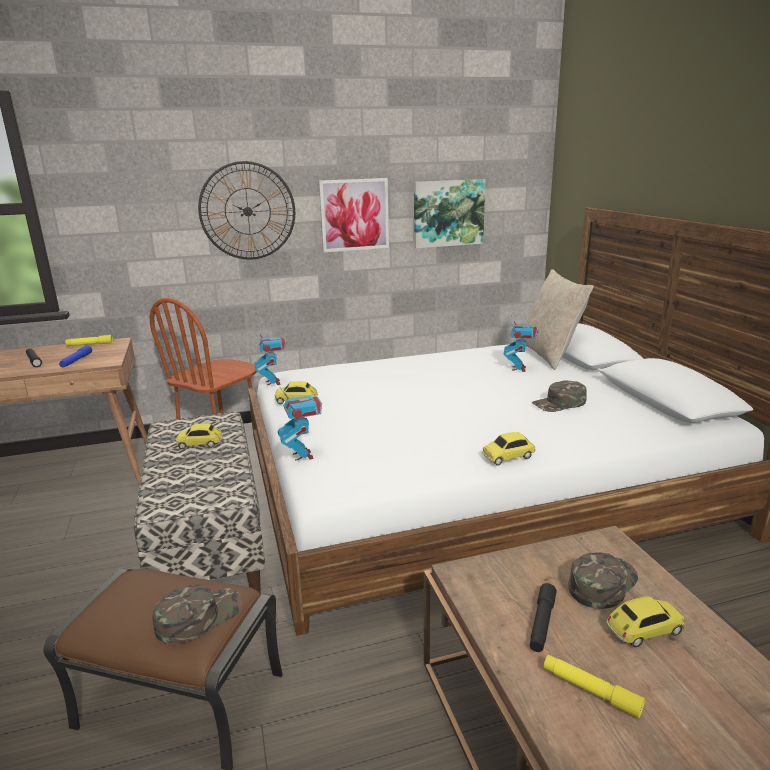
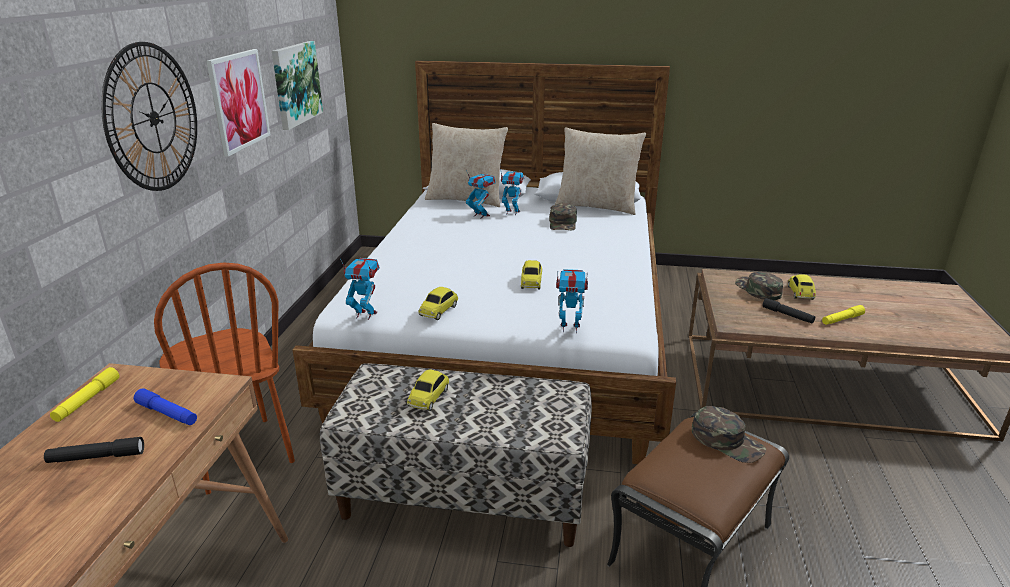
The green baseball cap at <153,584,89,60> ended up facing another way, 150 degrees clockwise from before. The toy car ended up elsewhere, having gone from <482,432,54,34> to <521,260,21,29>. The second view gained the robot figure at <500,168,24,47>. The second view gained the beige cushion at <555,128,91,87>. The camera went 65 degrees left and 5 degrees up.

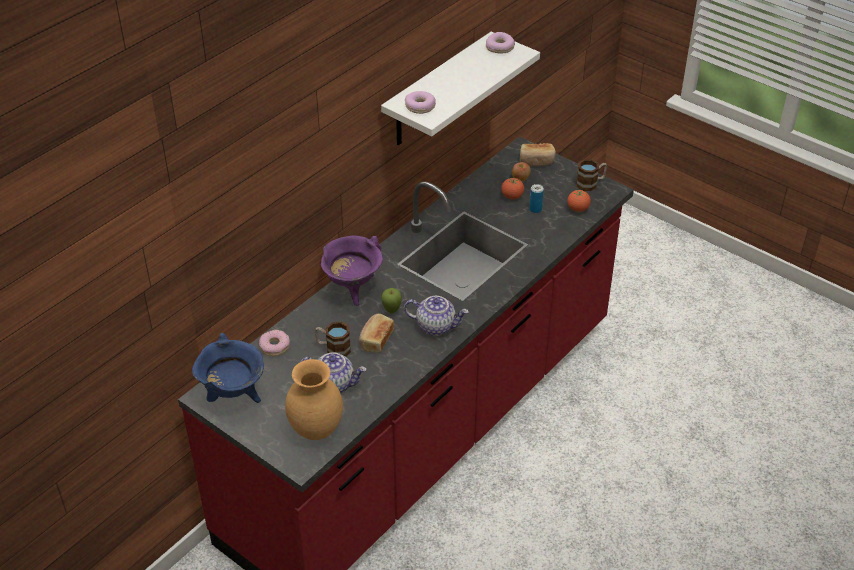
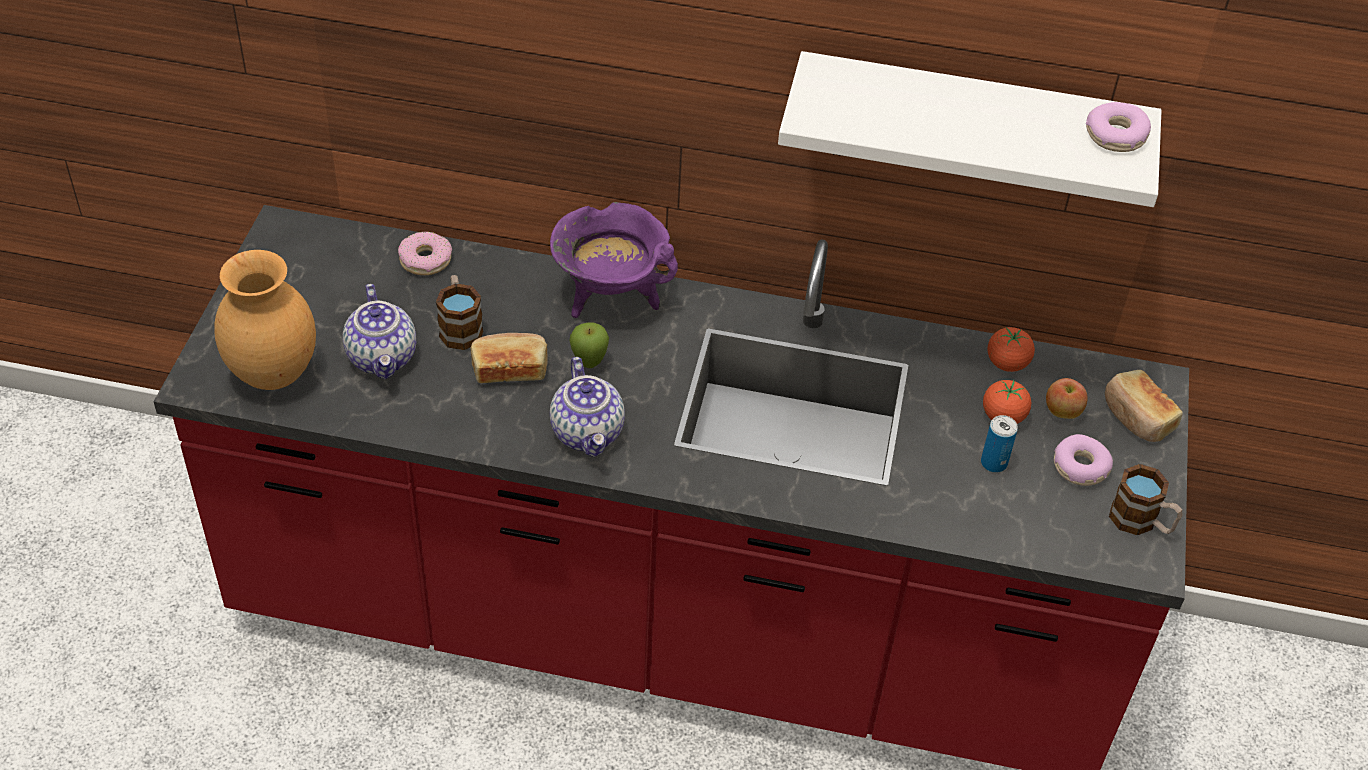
The second view lost the blue-coloured saucepot at <192,333,72,70>. The doughnut ended up elsewhere, having gone from <405,91,31,23> to <1054,434,59,52>. The tomato ended up elsewhere, having gone from <567,190,24,22> to <988,327,47,45>. The camera went 60 degrees right and 5 degrees up.

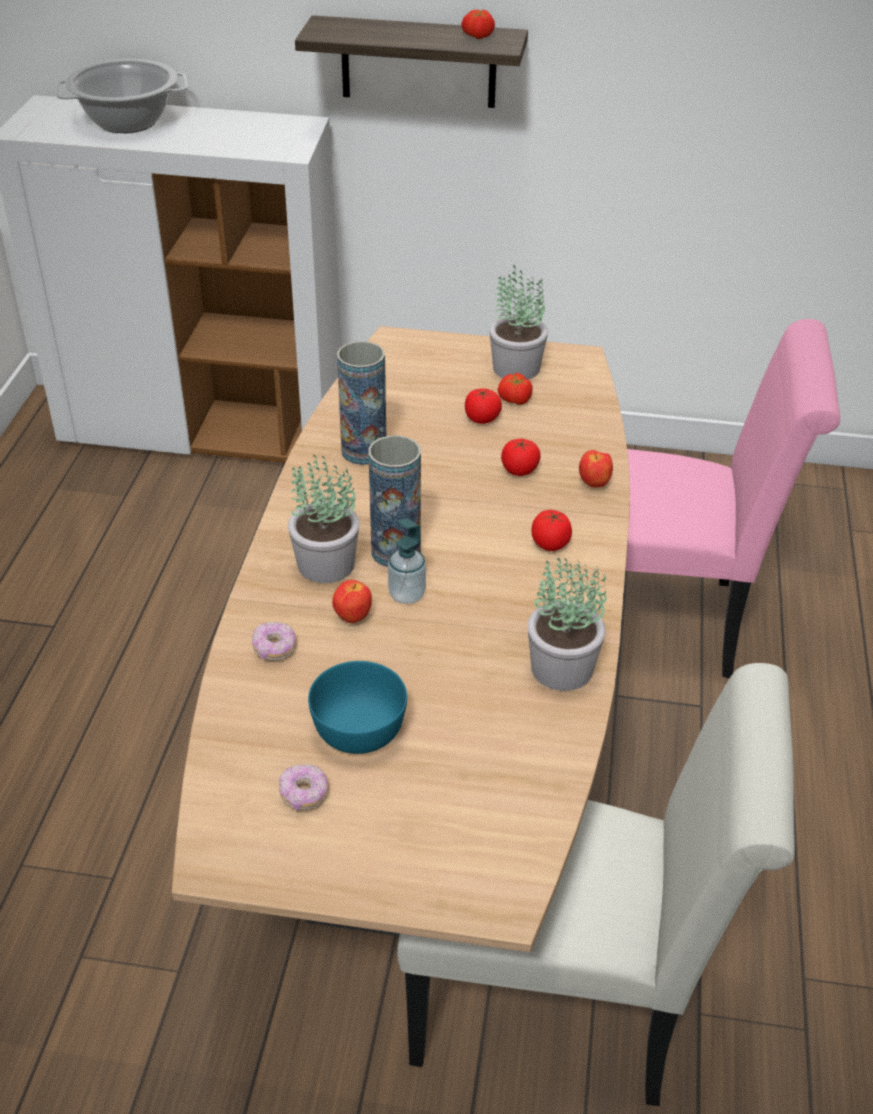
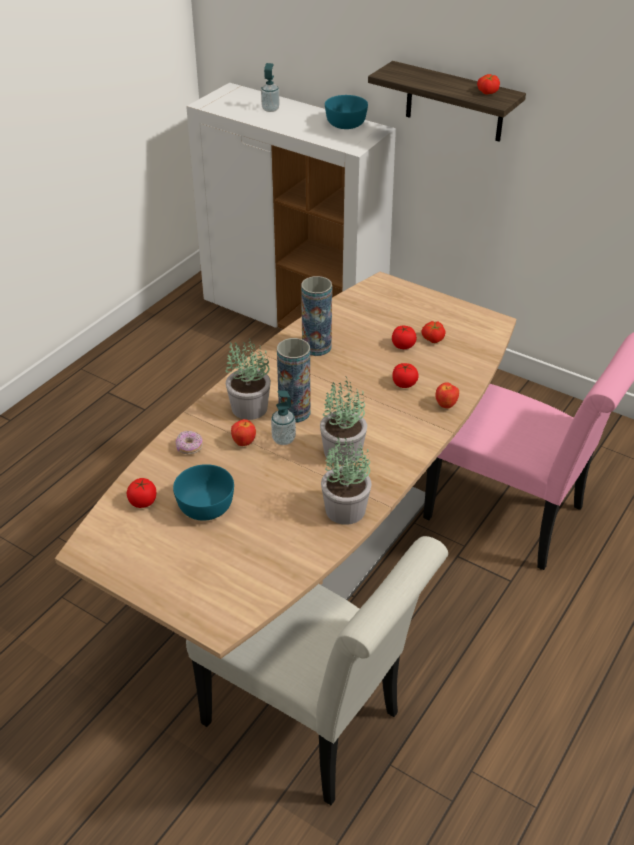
Where the saucepot stood at <56,59,132,74>, the liquid soap bottle came to stand at <261,63,19,49>. The second view lost the doughnut at <279,764,50,47>. The plant in a pot ended up elsewhere, having gone from <489,265,59,115> to <320,376,47,89>. The tomato ended up elsewhere, having gone from <532,510,40,41> to <127,478,29,30>. The second view gained the blue-green bowl at <325,95,43,34>. The camera went 25 degrees right and 0 degrees up.

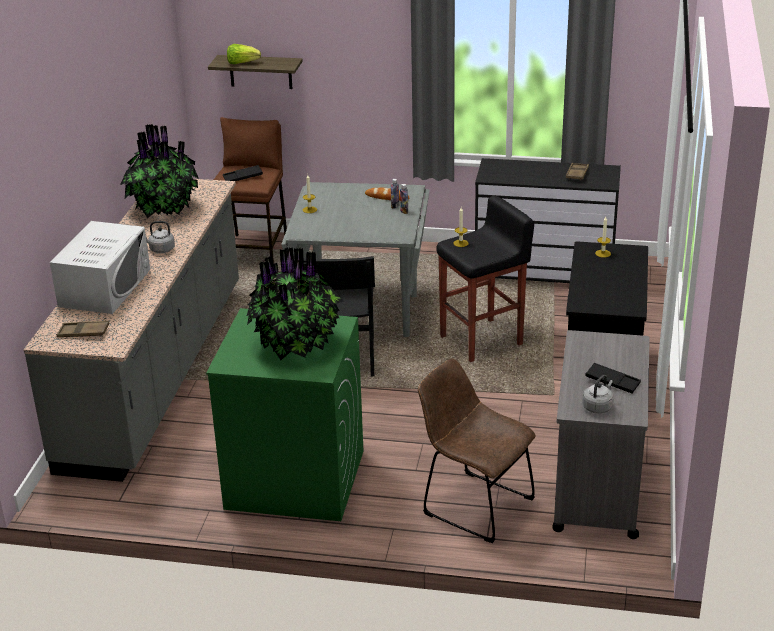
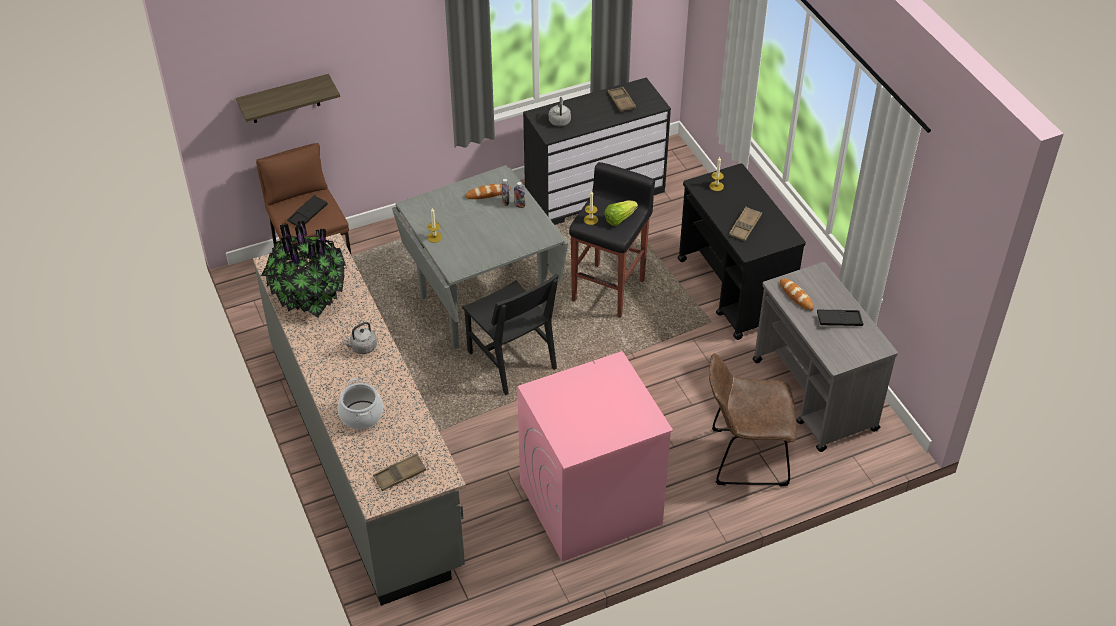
Where the white kitchen microwave stood at <50,221,100,93>, the saucepot came to stand at <338,378,45,52>. What was the green laundry appliance at <206,308,157,213> turned into the pink laundry appliance at <517,351,156,211>. The head of lettuce ended up elsewhere, having gone from <227,44,34,20> to <605,201,33,25>. The second view lost the plant in a pot at <247,247,97,113>. The greyish tea kettle ended up elsewhere, having gone from <582,375,31,39> to <549,97,22,29>. The second view gained the brownish tray at <729,207,33,35>. The second view gained the bread at <780,279,34,32>. The camera went 35 degrees left and 15 degrees up.

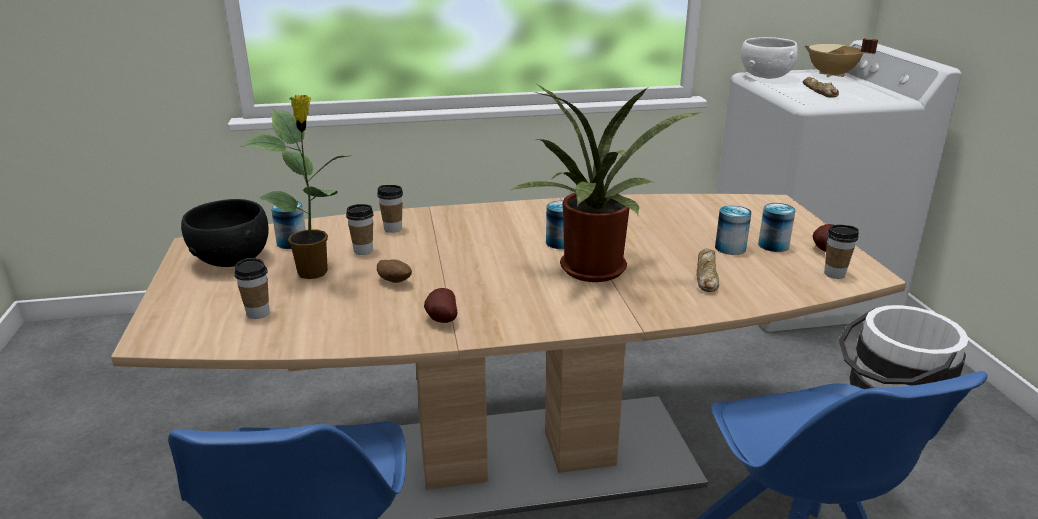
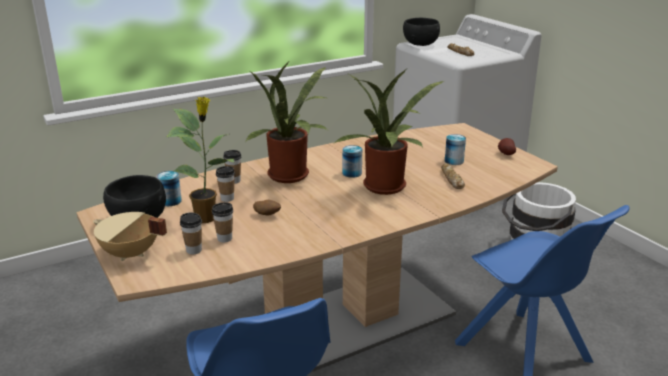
The second view lost the potato at <424,288,33,35>. What was the white bowl at <741,37,57,42> turned into the blackish bowl at <403,18,37,28>. The second view lost the can at <758,203,38,49>. The beige saucepot ended up elsewhere, having gone from <804,38,74,39> to <93,212,74,49>. The drinking cup ended up elsewhere, having gone from <824,225,35,54> to <212,202,21,41>. The second view gained the plant in a pot at <245,59,82,124>. The camera went 20 degrees left and 0 degrees up.

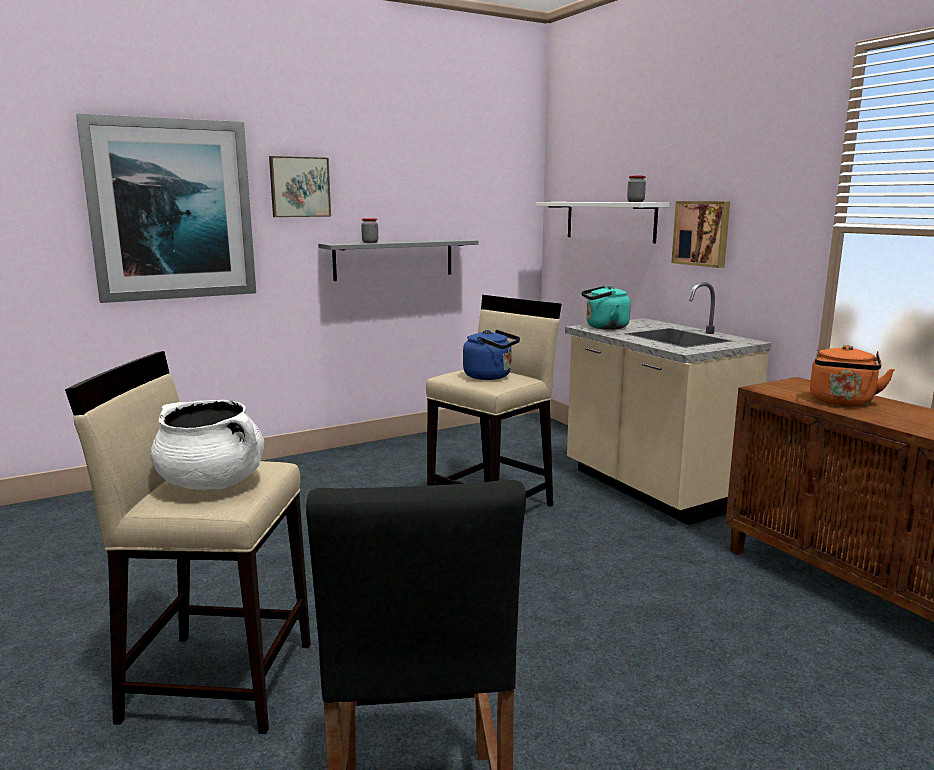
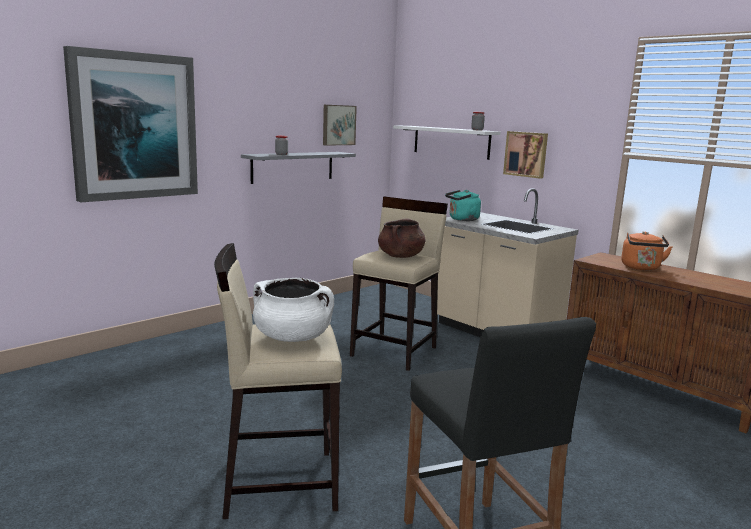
The picture ended up elsewhere, having gone from <269,156,62,61> to <323,105,34,41>. Where the blue-coloured tea kettle stood at <463,330,57,50>, the brownish saucepot came to stand at <378,219,47,39>. The camera went 15 degrees left and 0 degrees up.

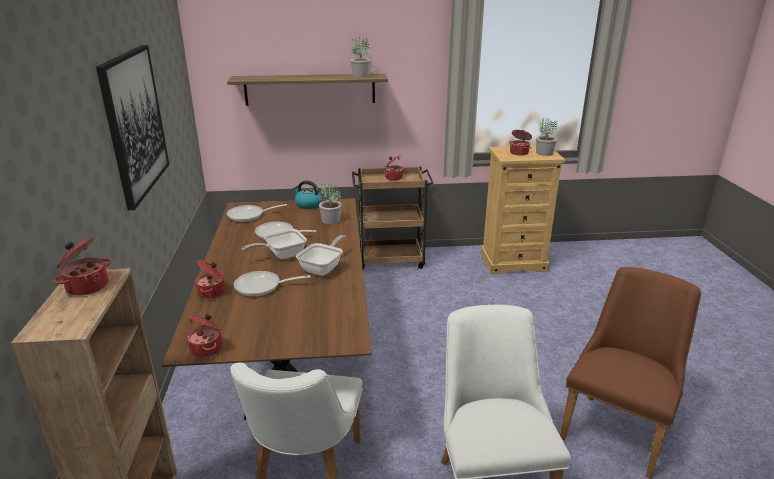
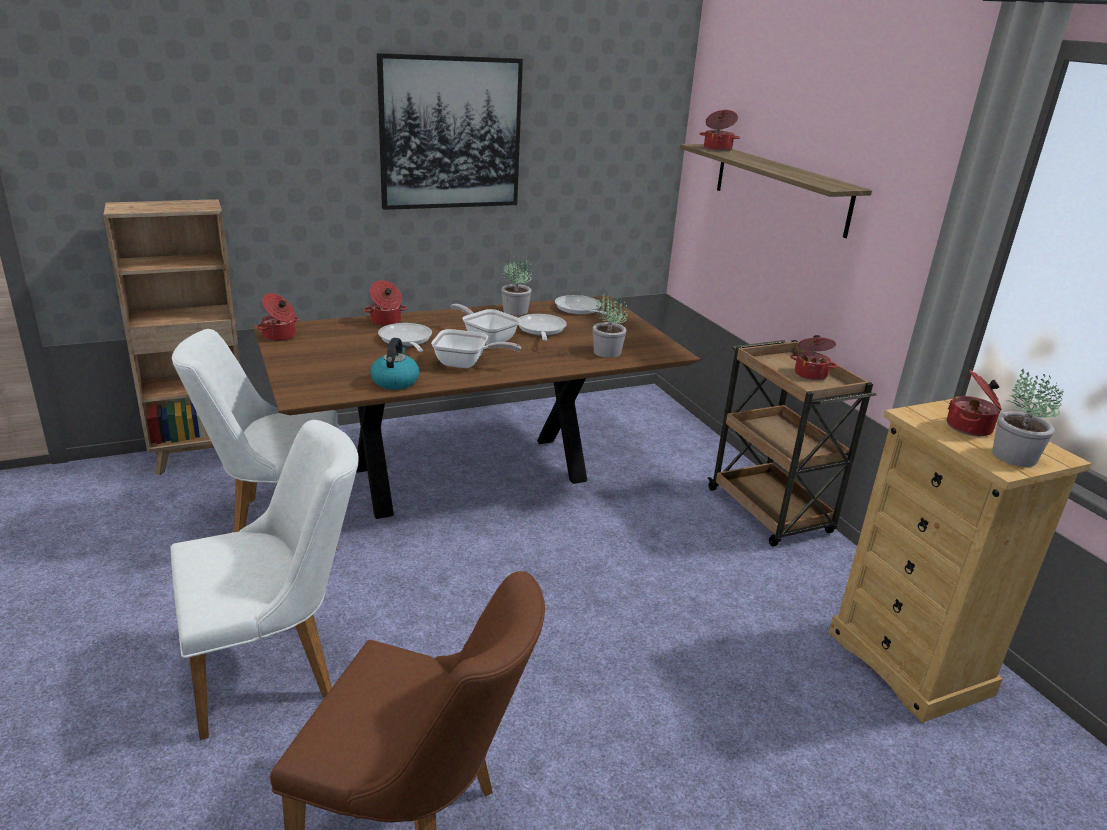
The saucepot ended up elsewhere, having gone from <54,236,57,59> to <699,110,41,41>. The tea kettle ended up elsewhere, having gone from <293,180,29,29> to <370,338,49,52>. The plant in a pot ended up elsewhere, having gone from <351,36,20,42> to <501,258,31,57>. The camera went 70 degrees right and 0 degrees up.

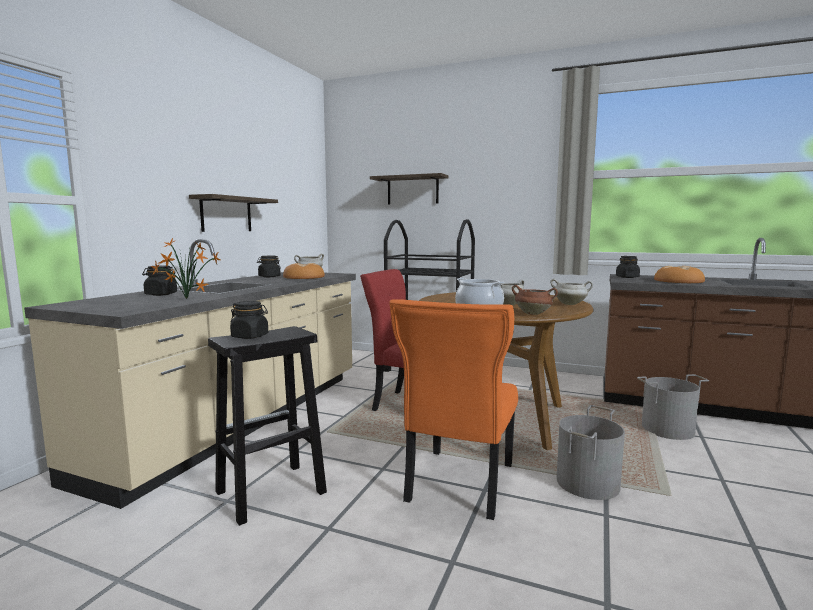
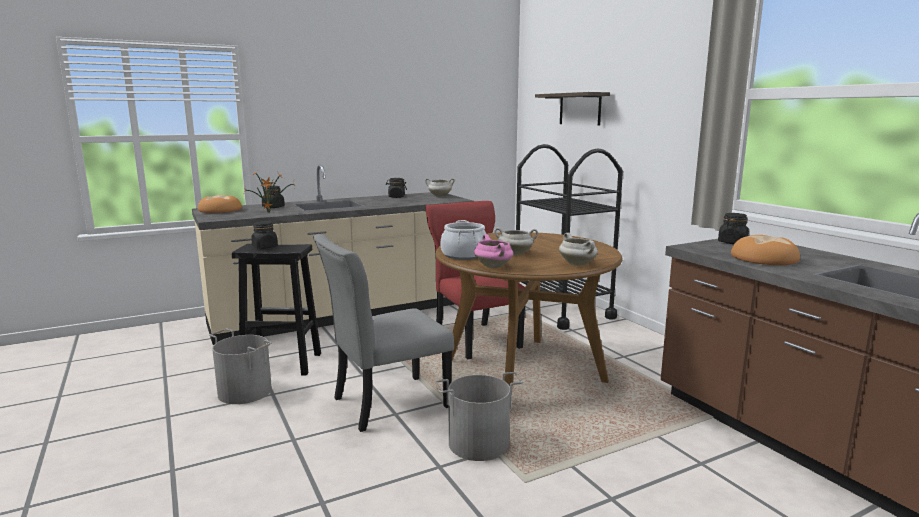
The second view lost the wall shelf at <189,194,89,38>. The bread ended up elsewhere, having gone from <283,263,42,16> to <198,195,44,18>. What was the orange-coloured plain chair at <389,299,129,221> turned into the greyish plain chair at <313,234,141,198>. What was the brownish saucepot at <512,285,46,30> turned into the pink saucepot at <474,234,39,34>. The greyish water bucket ended up elsewhere, having gone from <637,374,72,66> to <209,329,63,75>. The camera went 40 degrees right and 5 degrees up.

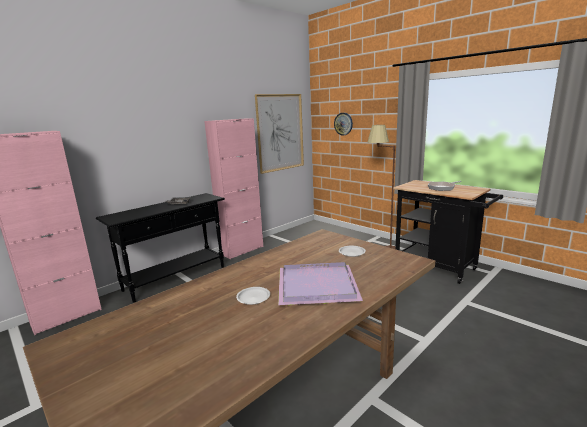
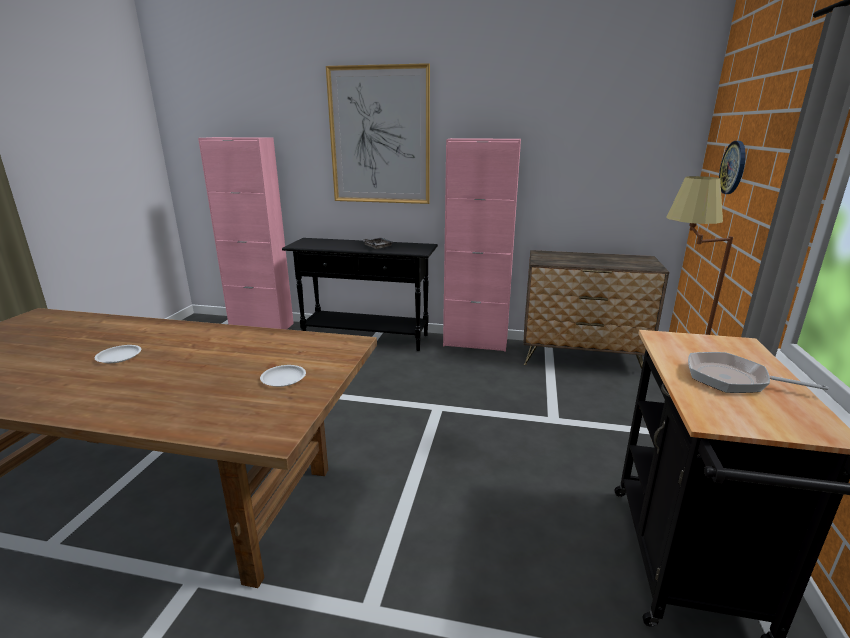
The picture ended up elsewhere, having gone from <255,94,49,80> to <326,63,104,141>. The second view lost the purple tray at <278,262,85,44>. The second view gained the dresser at <523,250,146,119>. The camera went 55 degrees right and 5 degrees up.

